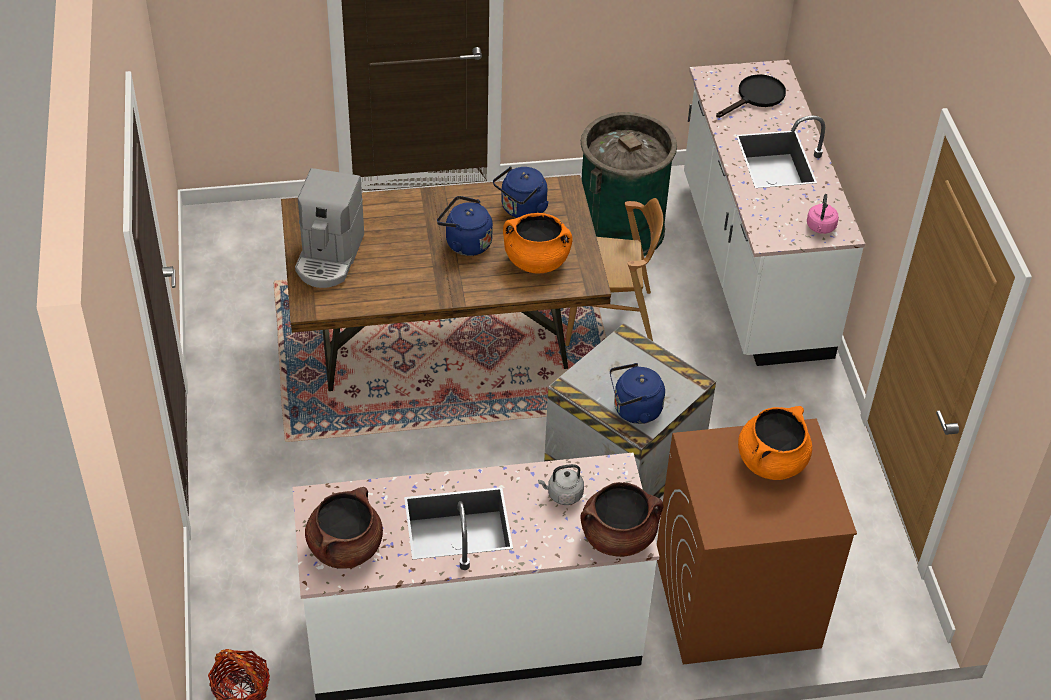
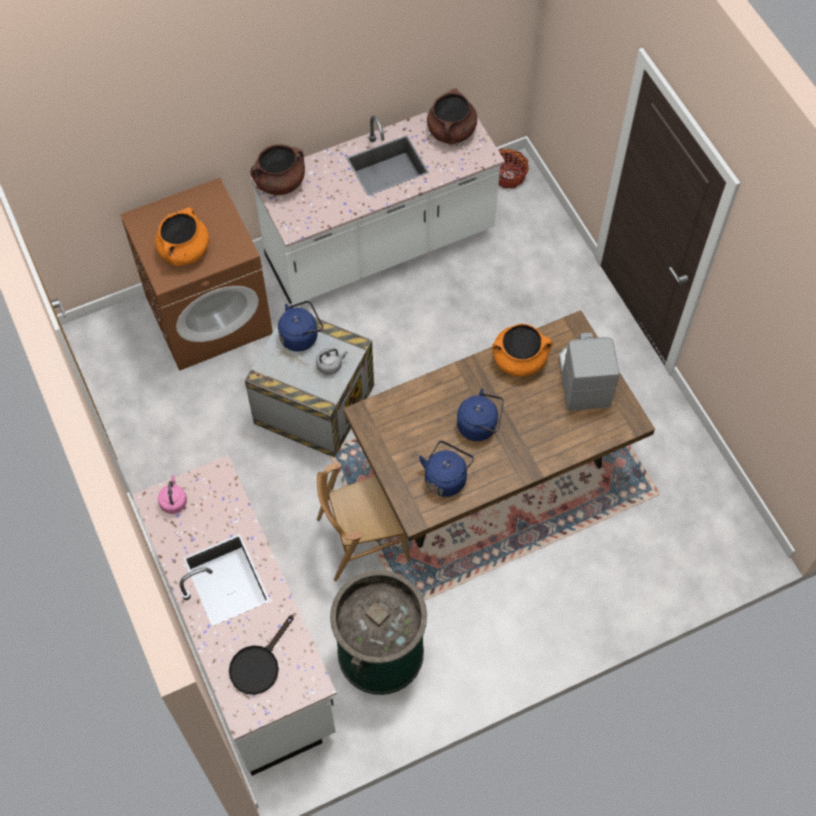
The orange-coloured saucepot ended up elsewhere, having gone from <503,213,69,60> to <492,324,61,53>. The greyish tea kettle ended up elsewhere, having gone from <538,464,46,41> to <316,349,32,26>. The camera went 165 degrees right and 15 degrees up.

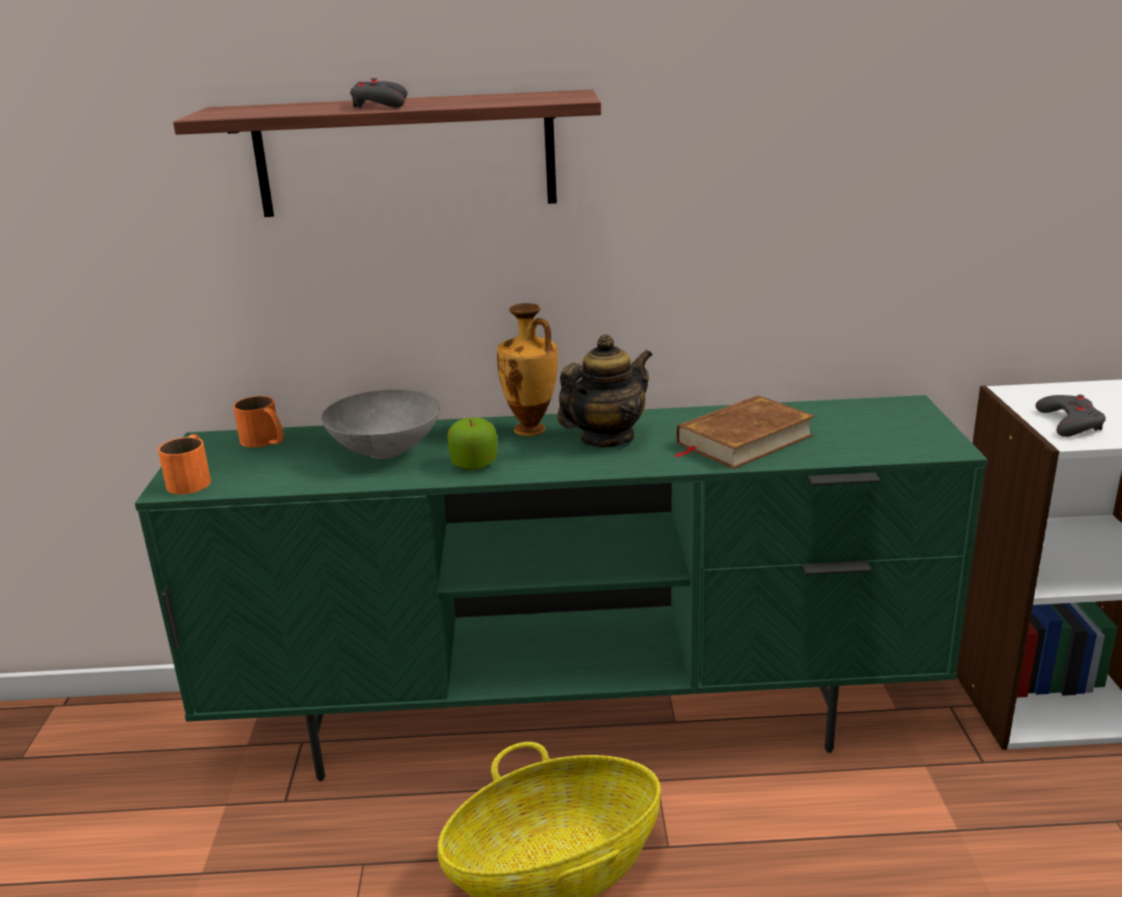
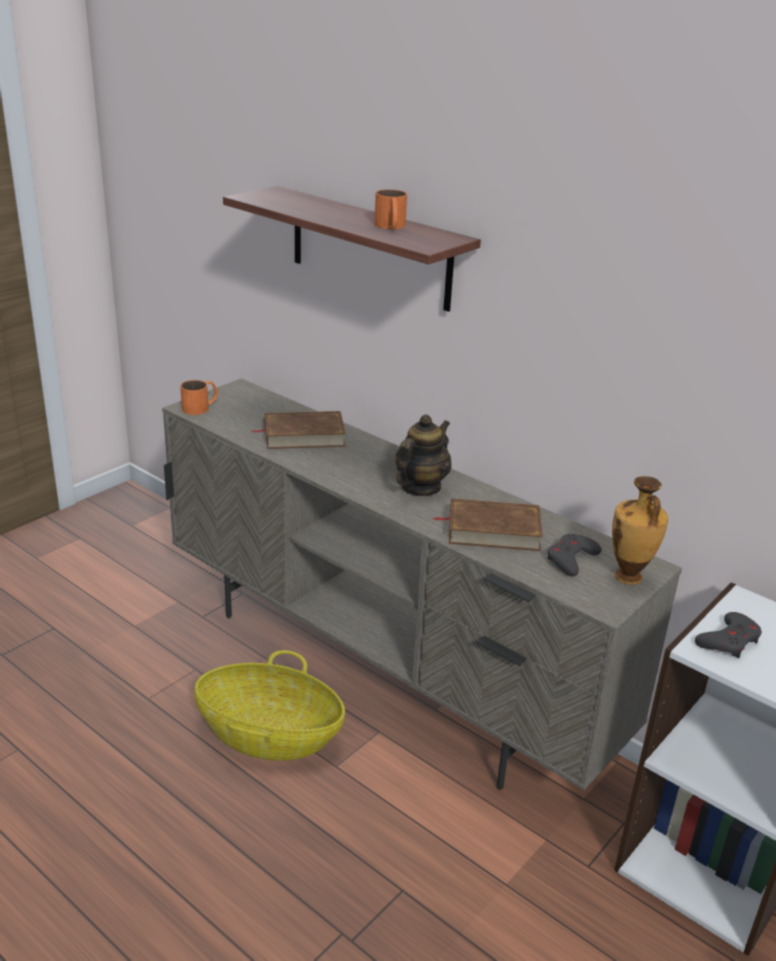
What was the green tv stand at <135,395,853,386> turned into the beige tv stand at <162,378,520,412>. The orange-coloured mug ended up elsewhere, having gone from <233,396,51,51> to <374,189,33,40>. Where the greyish bowl stood at <321,390,119,69>, the brownish book came to stand at <251,411,95,38>. The greyish game controller ended up elsewhere, having gone from <350,78,57,30> to <547,534,55,43>. The second view lost the apple fruit at <447,417,50,53>. The decorative vase ended up elsewhere, having gone from <497,303,61,133> to <612,476,56,108>. The teapot at <557,334,95,113> ended up facing another way, 60 degrees counterclockwise from before. The camera went 40 degrees right and 5 degrees up.

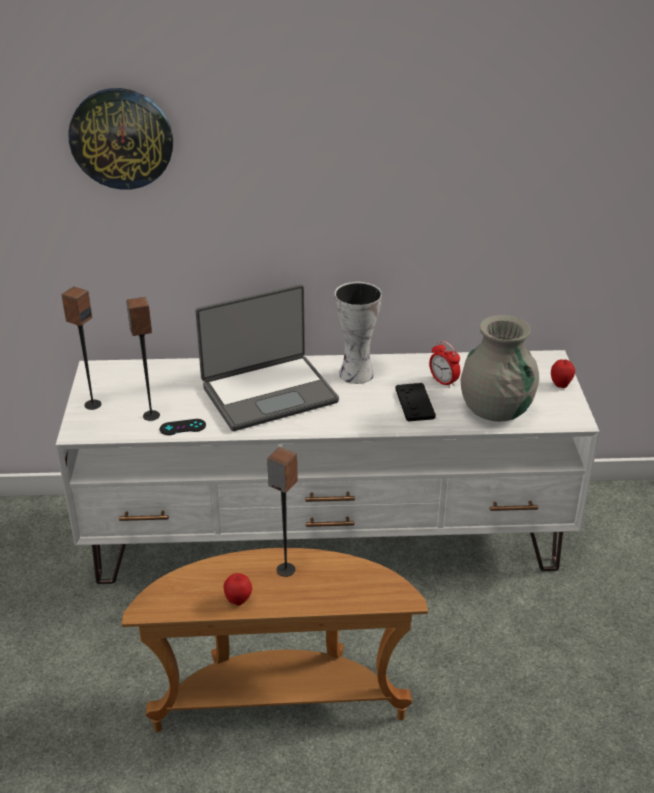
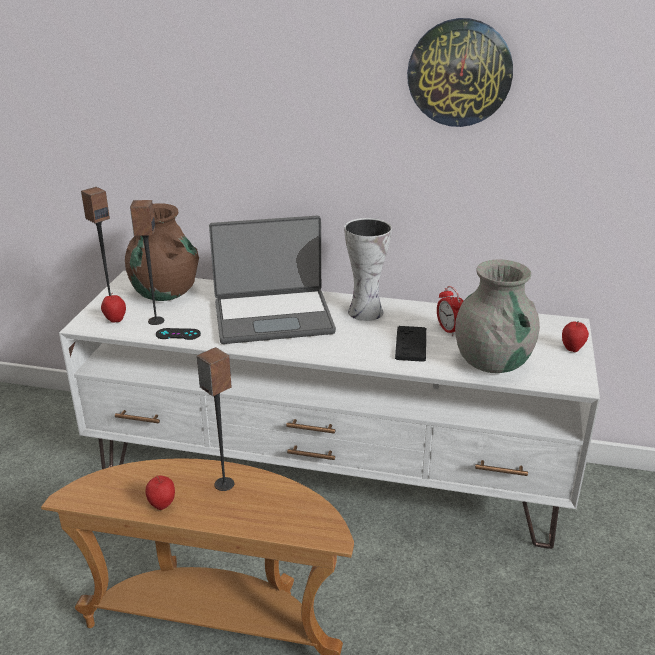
The wall clock ended up elsewhere, having gone from <68,88,105,102> to <407,18,106,109>. The second view gained the apple fruit at <101,293,25,30>. The second view gained the brownish decorative vase at <125,203,74,98>. The camera went 15 degrees right and 5 degrees down.

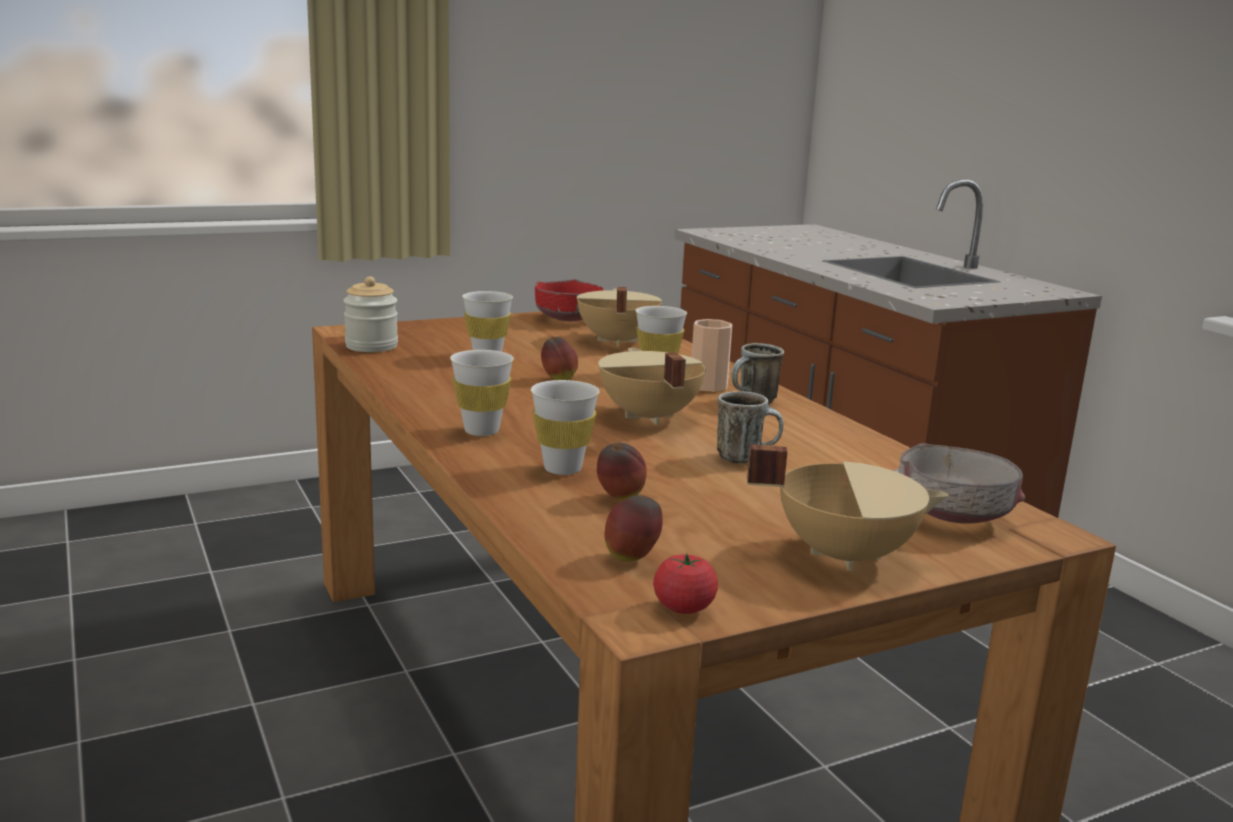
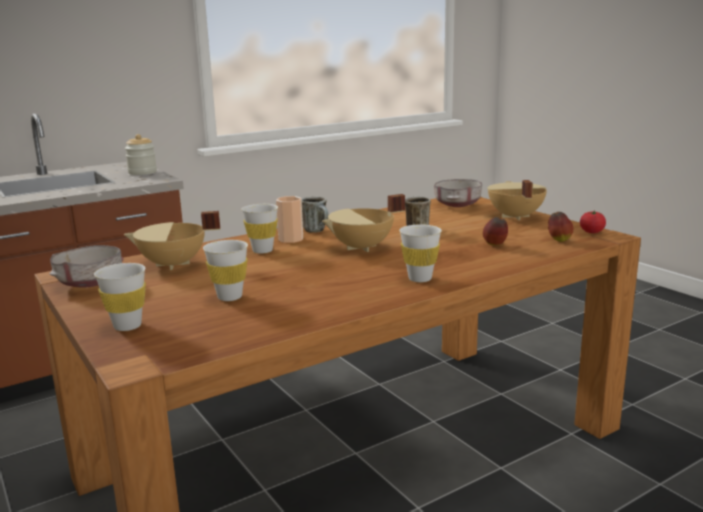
The jar ended up elsewhere, having gone from <343,276,55,76> to <125,134,32,41>. The white drinking cup ended up elsewhere, having gone from <531,380,69,95> to <94,263,52,68>. What was the red bowl at <535,279,70,42> turned into the greyish bowl at <49,245,75,42>. The second view lost the apple fruit at <541,337,37,43>. The camera went 95 degrees left and 0 degrees up.

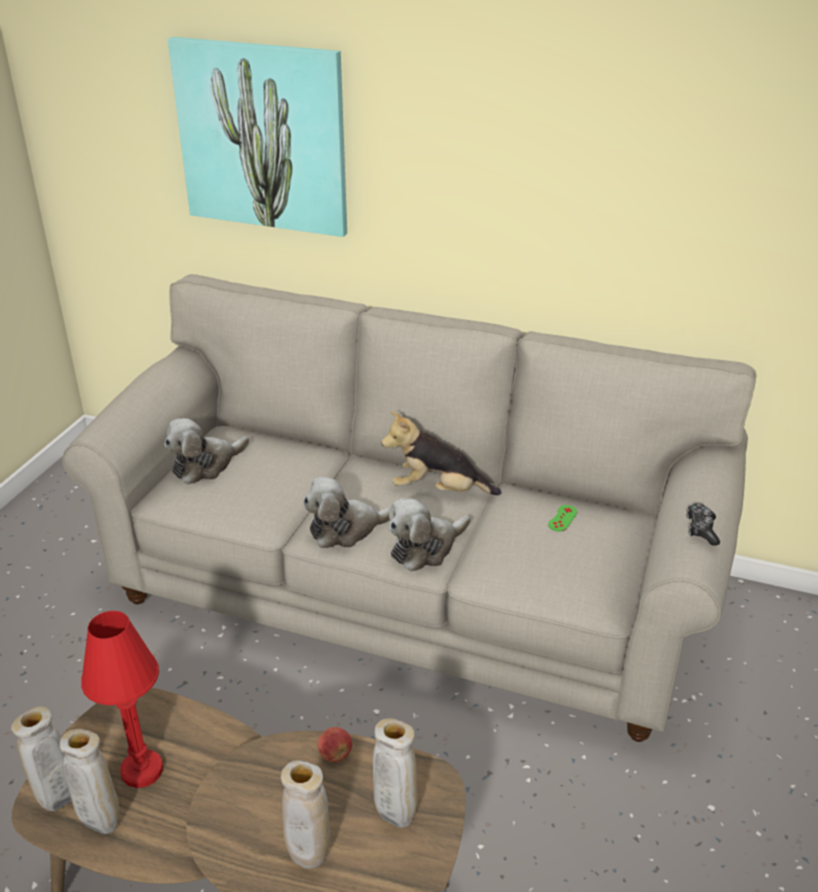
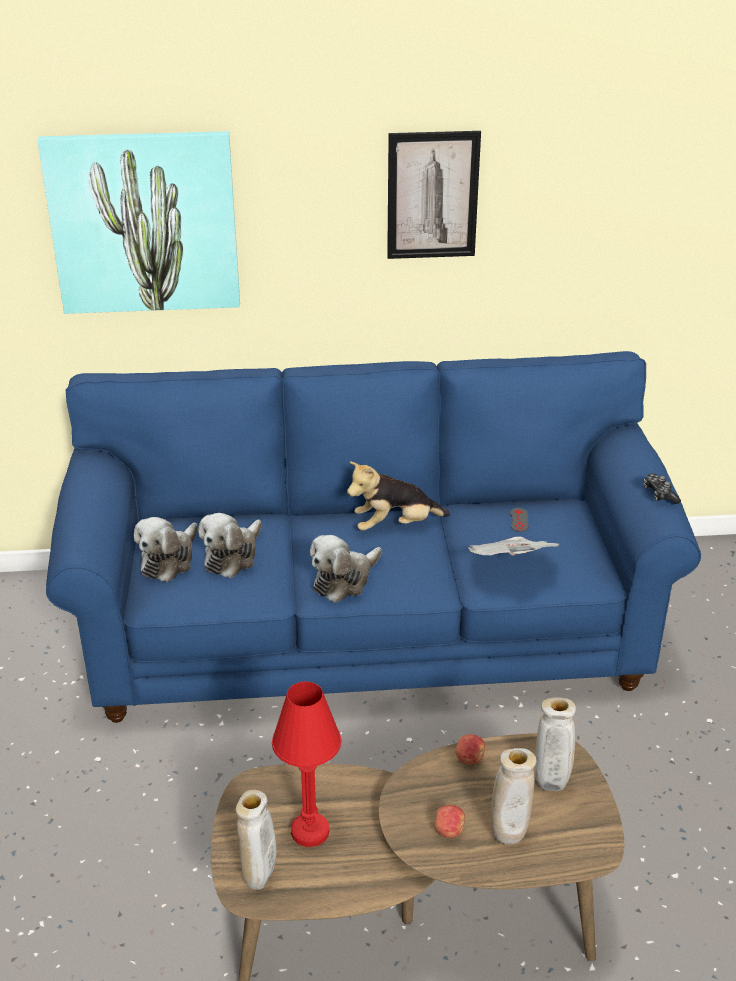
The second view lost the beige decorative vase at <60,729,59,105>. What was the beige settee at <62,274,694,468> turned into the blue-coloured settee at <46,351,655,372>. The cuddly toy ended up elsewhere, having gone from <389,498,82,74> to <198,513,64,65>. What was the green game controller at <548,505,29,27> turned into the greyish game controller at <510,508,18,24>. The second view gained the picture at <387,131,94,128>. The second view gained the apple fruit at <435,805,30,33>. The second view gained the printed paper at <468,537,91,19>. The camera went 25 degrees left and 0 degrees up.

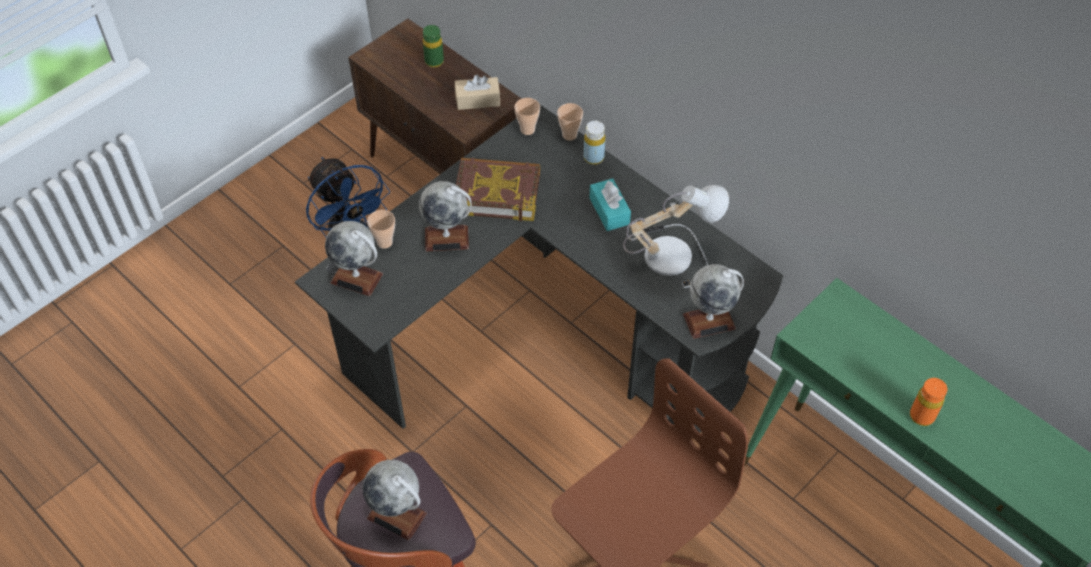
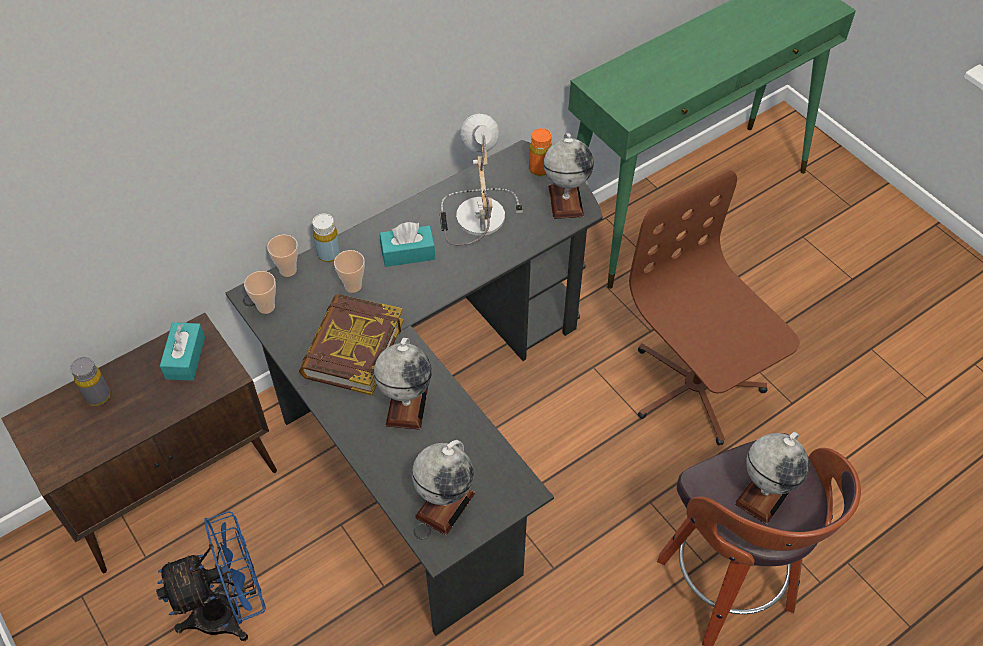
The drinking cup ended up elsewhere, having gone from <367,210,28,38> to <334,250,31,43>. What was the green bottle at <423,25,21,42> turned into the greyish bottle at <70,357,40,49>. What was the beige tissue box at <455,75,45,35> turned into the blue-green tissue box at <160,322,45,59>. The orange-coloured bottle ended up elsewhere, having gone from <910,378,37,48> to <529,128,23,48>. The camera went 80 degrees left and 0 degrees up.

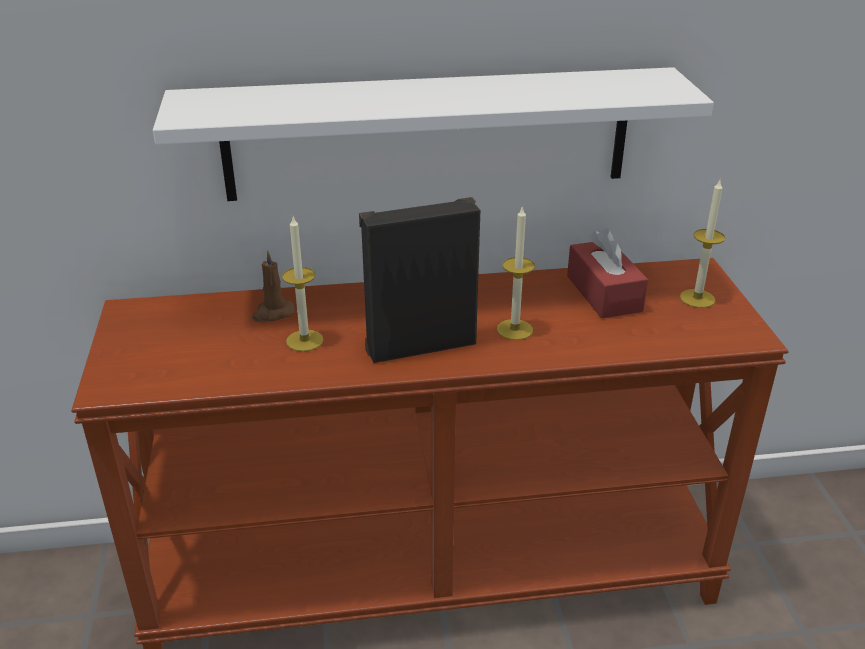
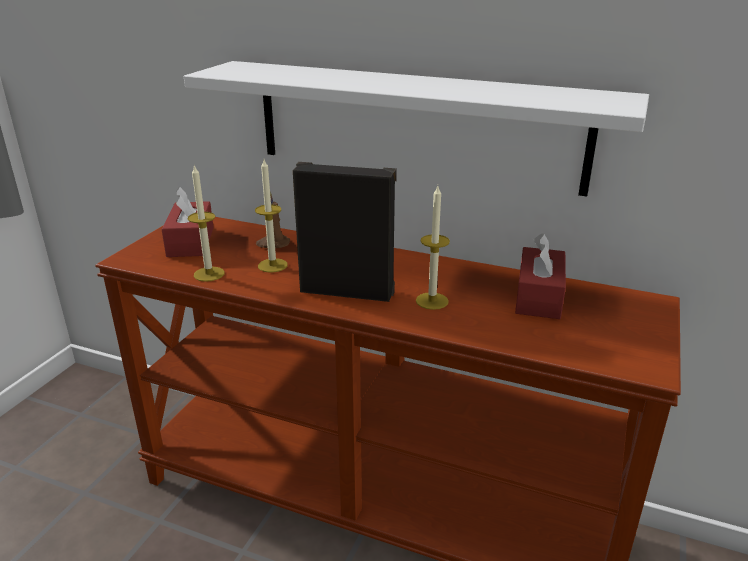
The wax candle ended up elsewhere, having gone from <680,180,45,128> to <188,164,37,118>. The second view gained the red tissue box at <161,186,53,71>. The camera went 30 degrees right and 5 degrees down.

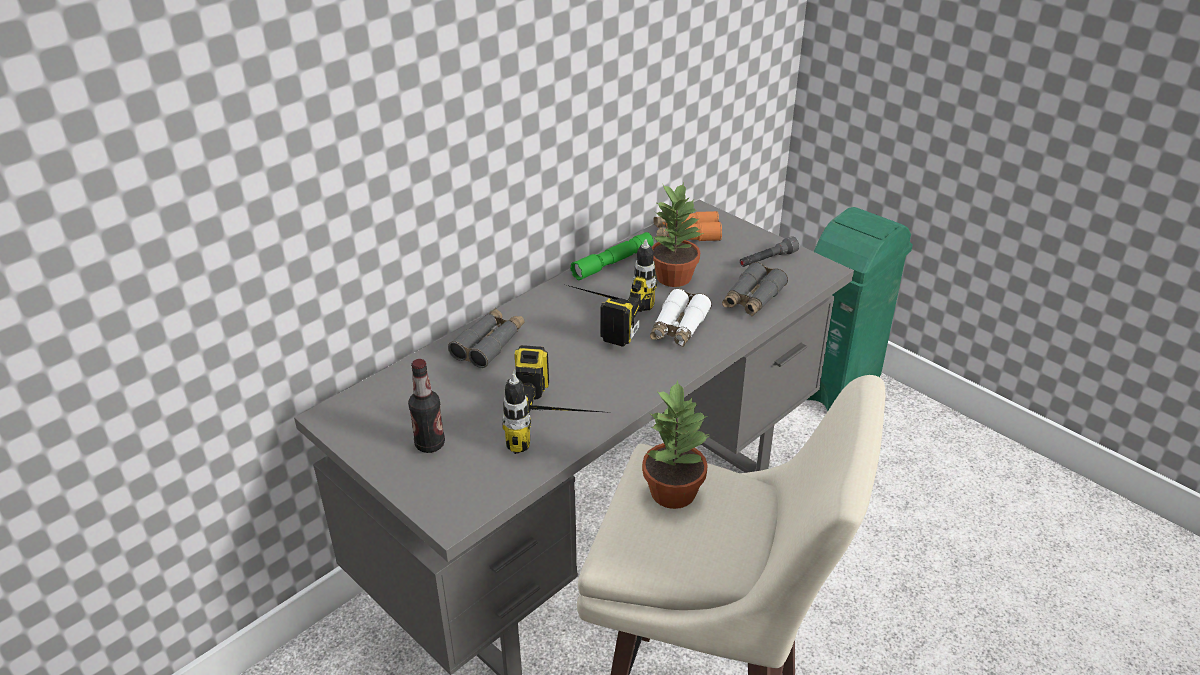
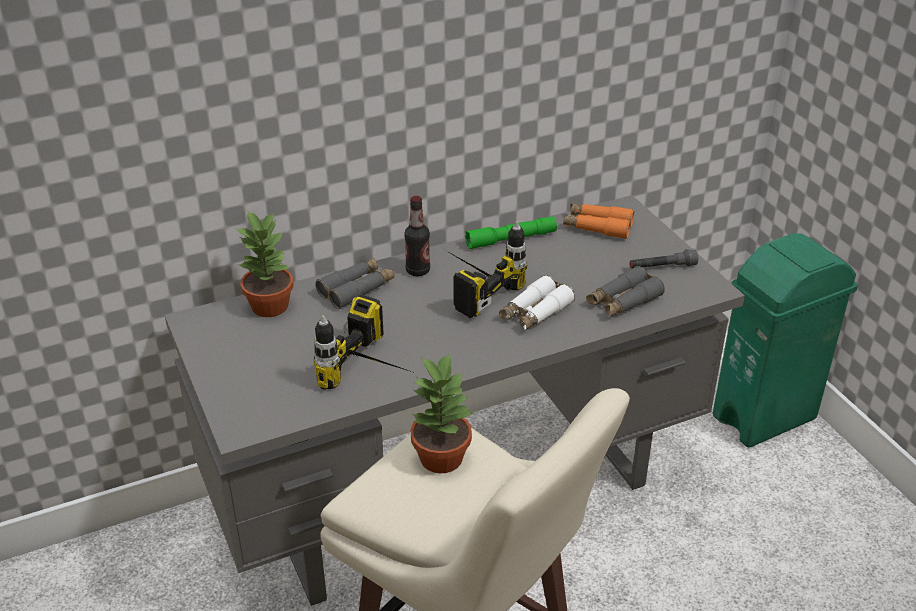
The bottle ended up elsewhere, having gone from <408,359,37,94> to <404,196,26,80>. The plant in a pot ended up elsewhere, having gone from <652,183,52,104> to <235,210,59,107>. The camera went 20 degrees right and 0 degrees up.

